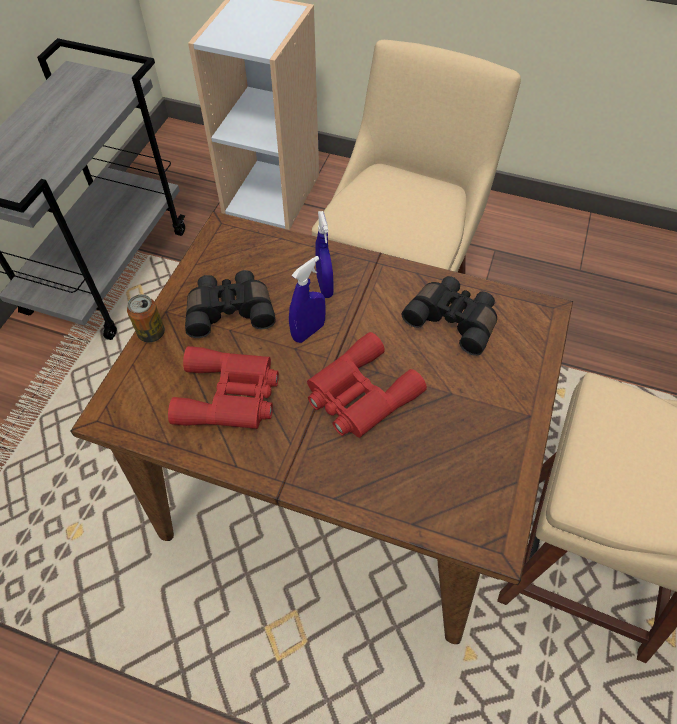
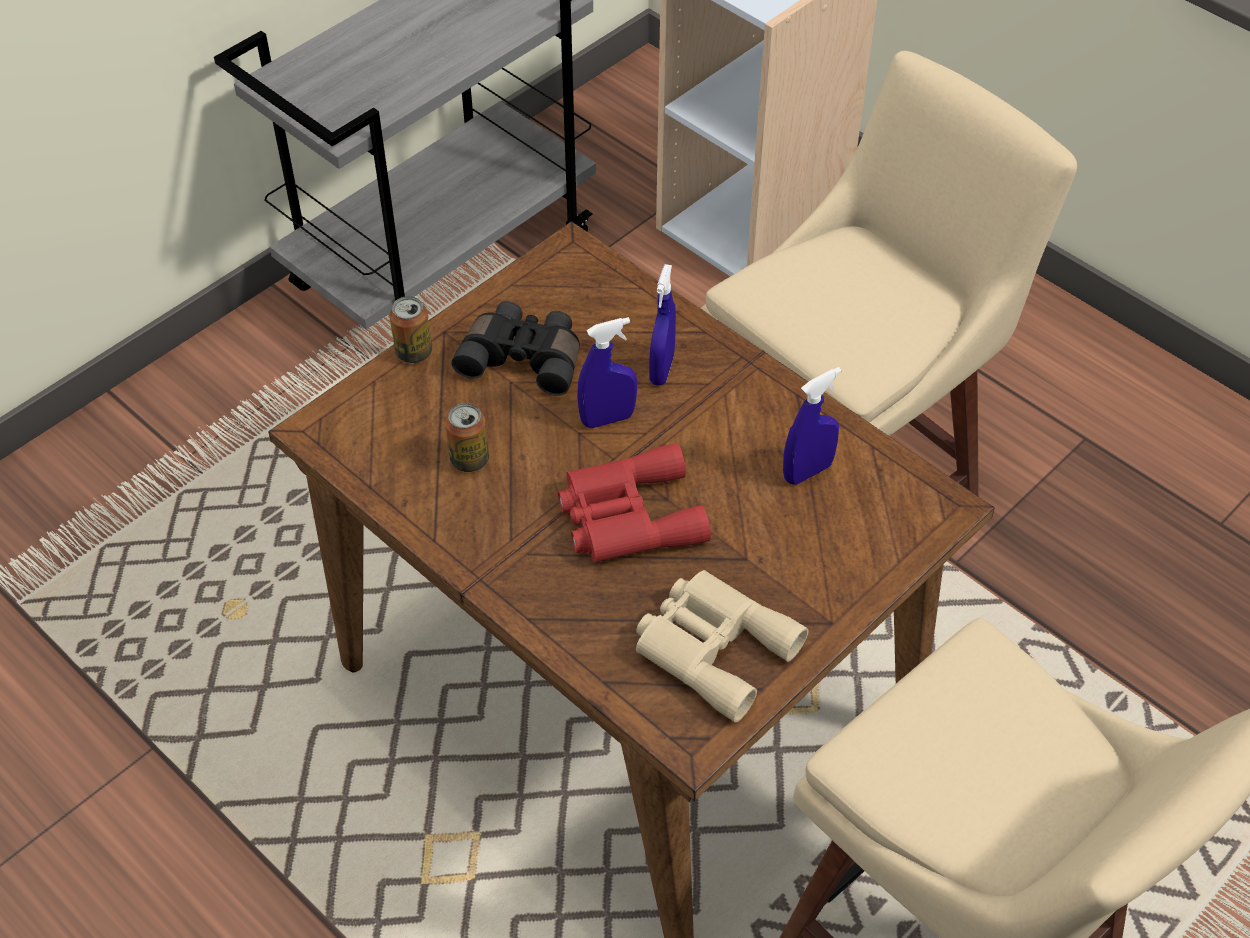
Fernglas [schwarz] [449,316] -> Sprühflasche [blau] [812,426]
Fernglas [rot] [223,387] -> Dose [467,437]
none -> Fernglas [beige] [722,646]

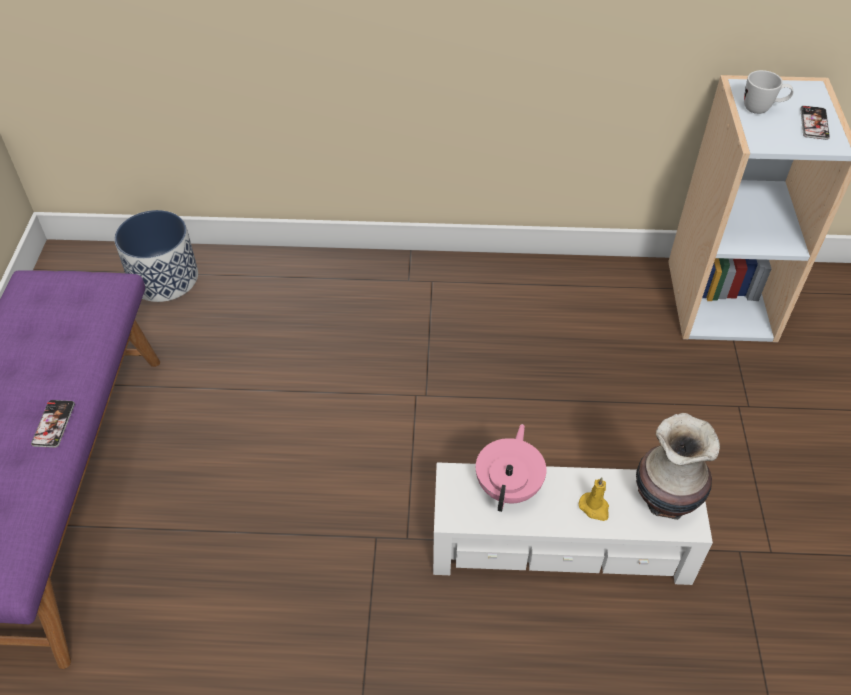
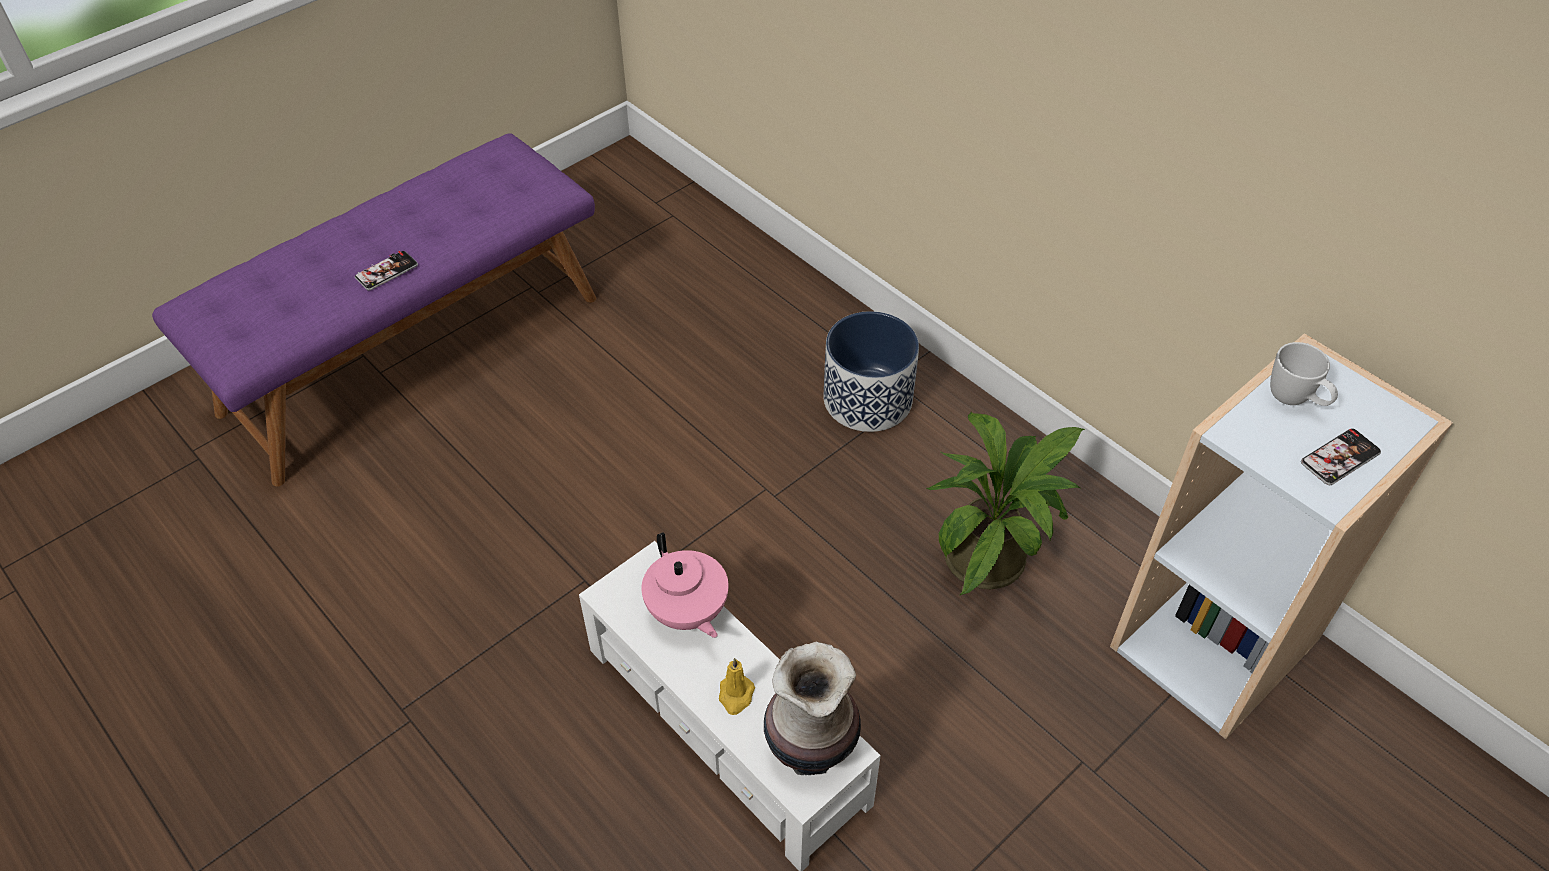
Pflanzkübel [156,256] -> Pflanzkübel [871,371], move
Teekanne [rosa] [511,468] -> Teekanne [rosa] [685,585], 90 degrees clockwise
none -> Topfpflanze [1005,503]

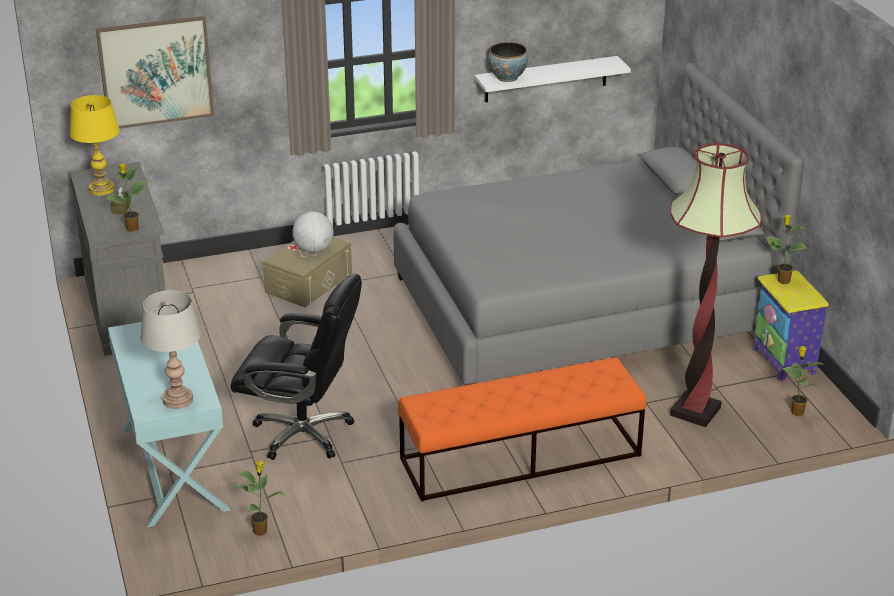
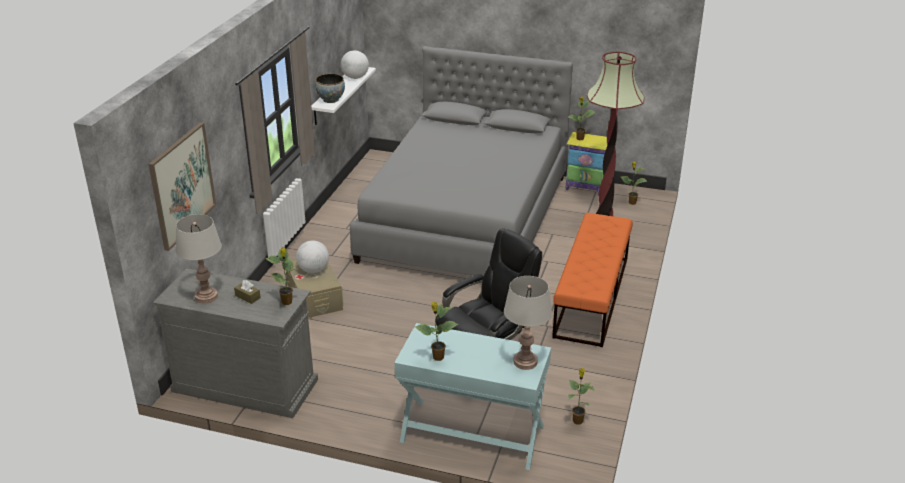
Tischlampe [gelb] [95,145] -> Tischlampe [grau] [199,259]
none -> Globus [355,64]
none -> Topfpflanze [436,331]

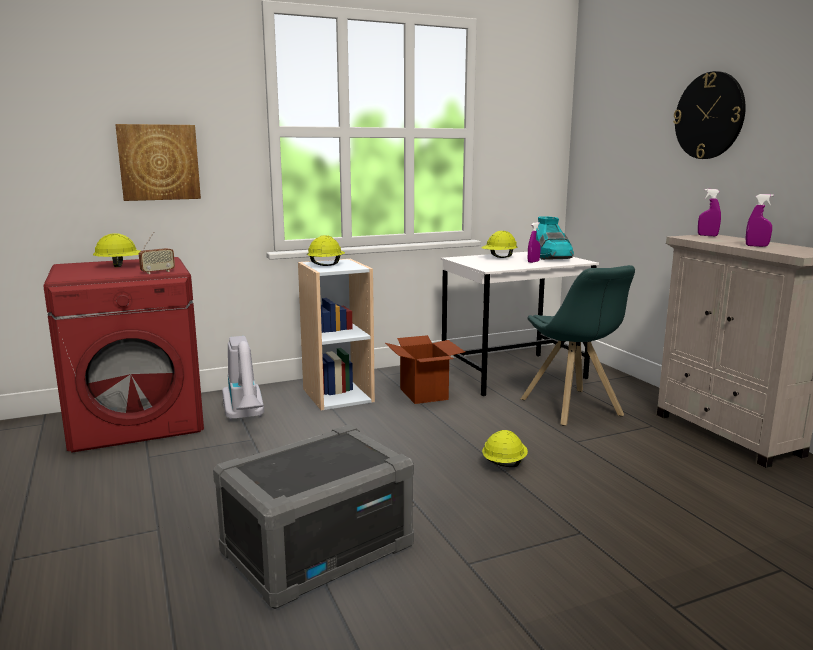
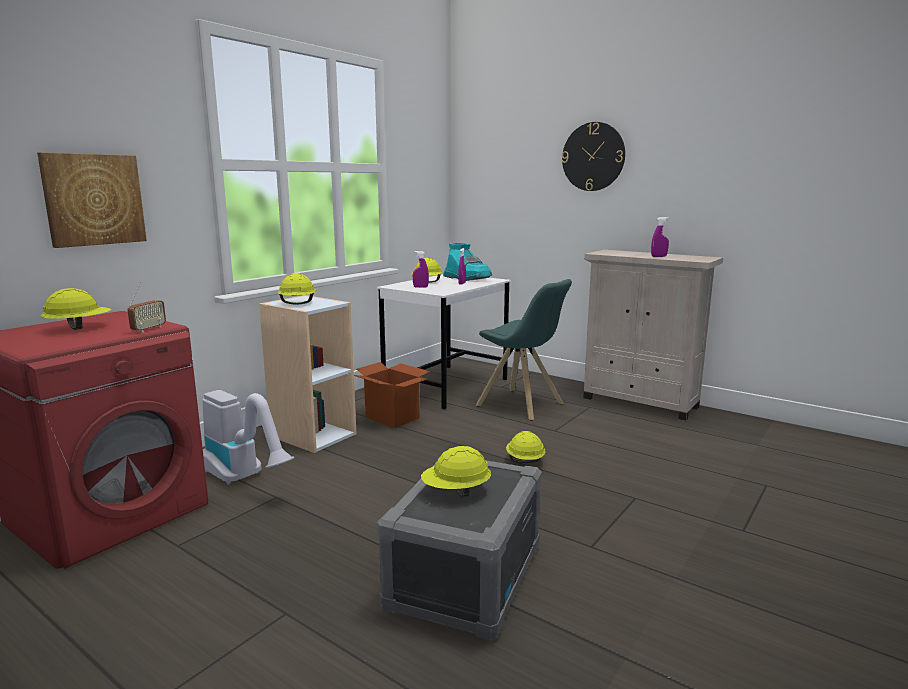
Sprühflasche [lila] [709,212] -> Sprühflasche [lila] [421,269], move
none -> Schutzhelm [gelb] [456,471]

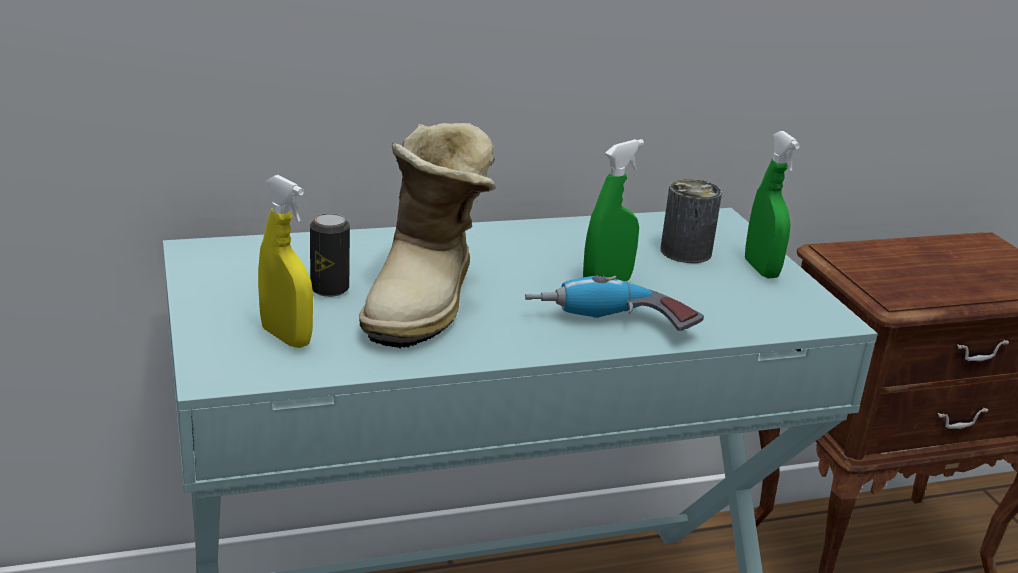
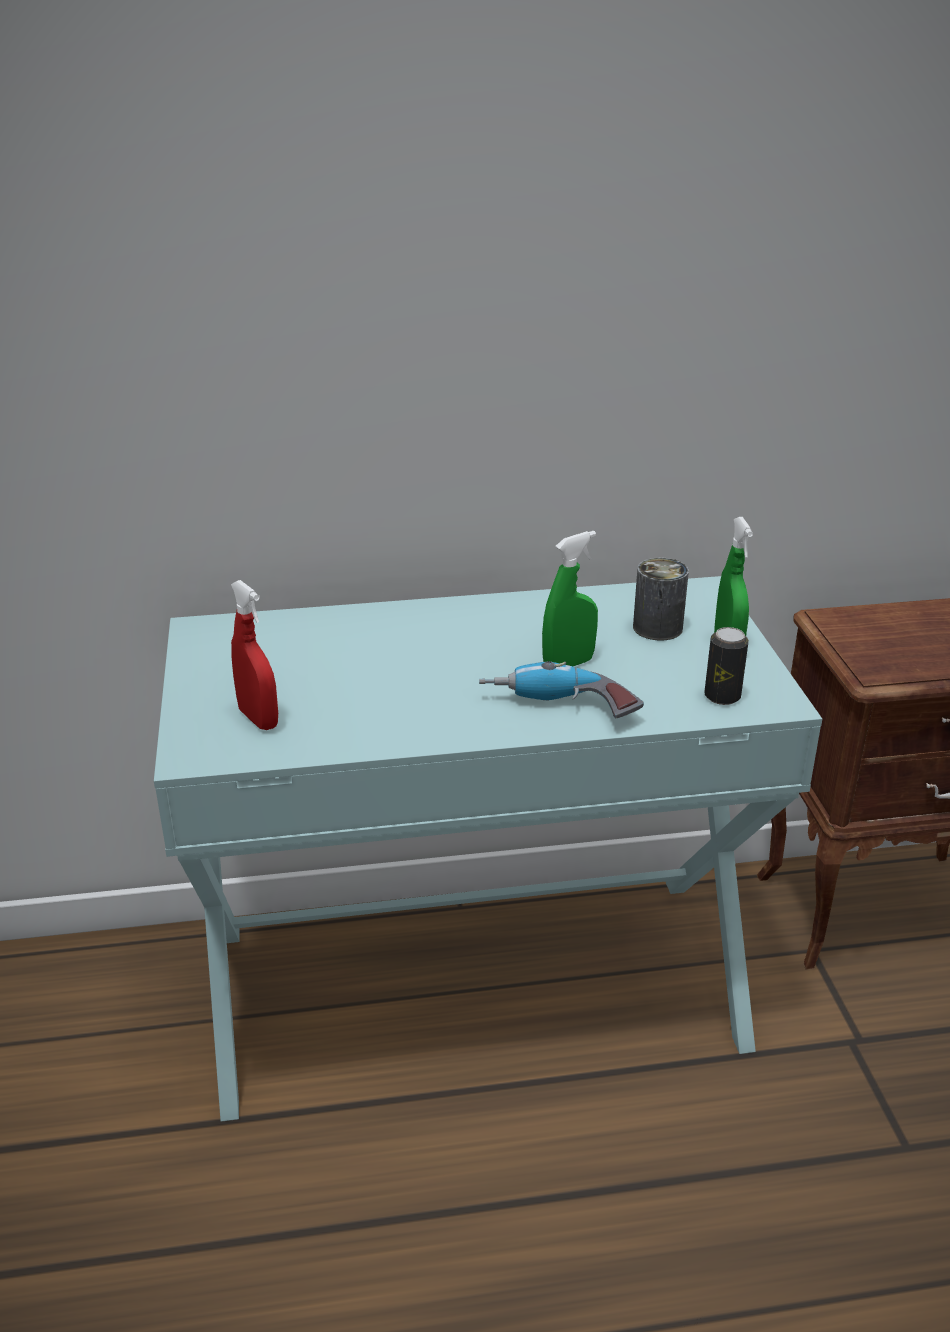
Stiefel [427,235] -> none
Sprühflasche [gelb] [285,261] -> Sprühflasche [rot] [254,655]
Dose [330,255] -> Dose [726,666], move

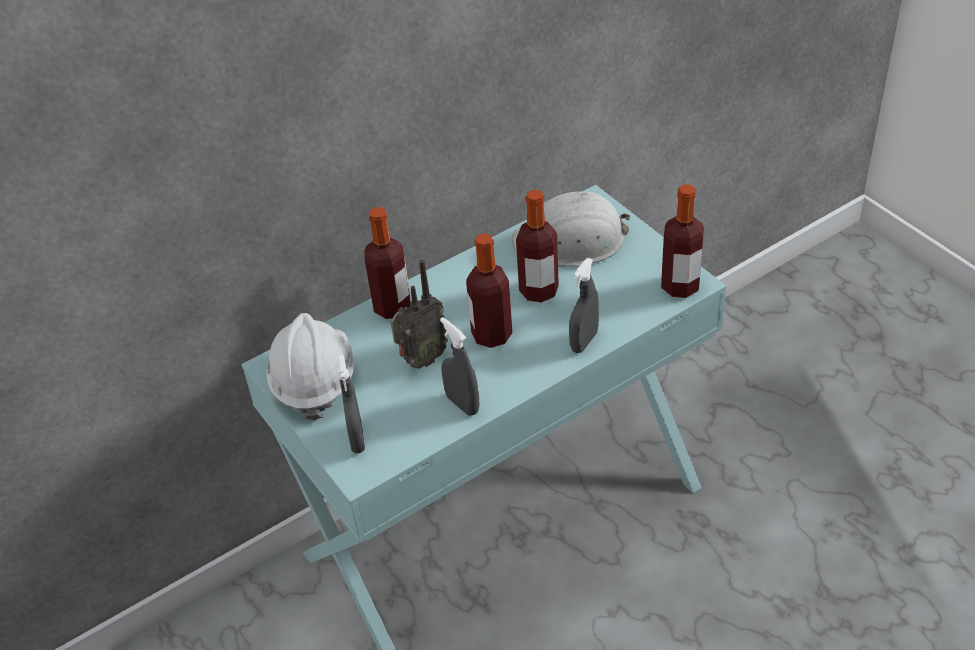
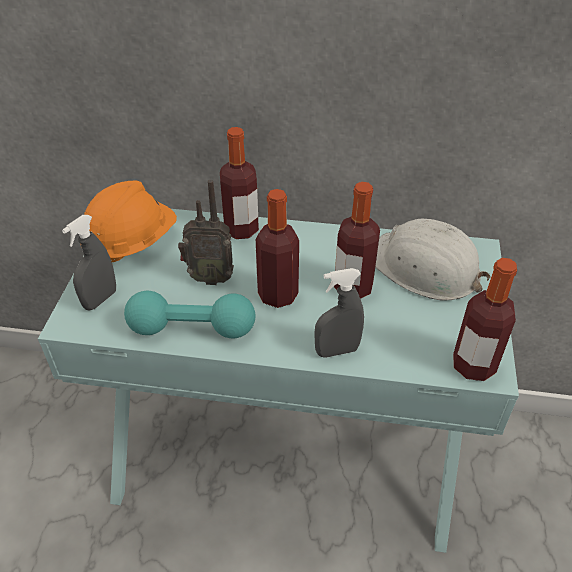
Schutzhelm [weiß] [310,366] -> Schutzhelm [orange] [128,223]
Sprühflasche [grau] [460,366] -> Hantel [türkis] [189,314]

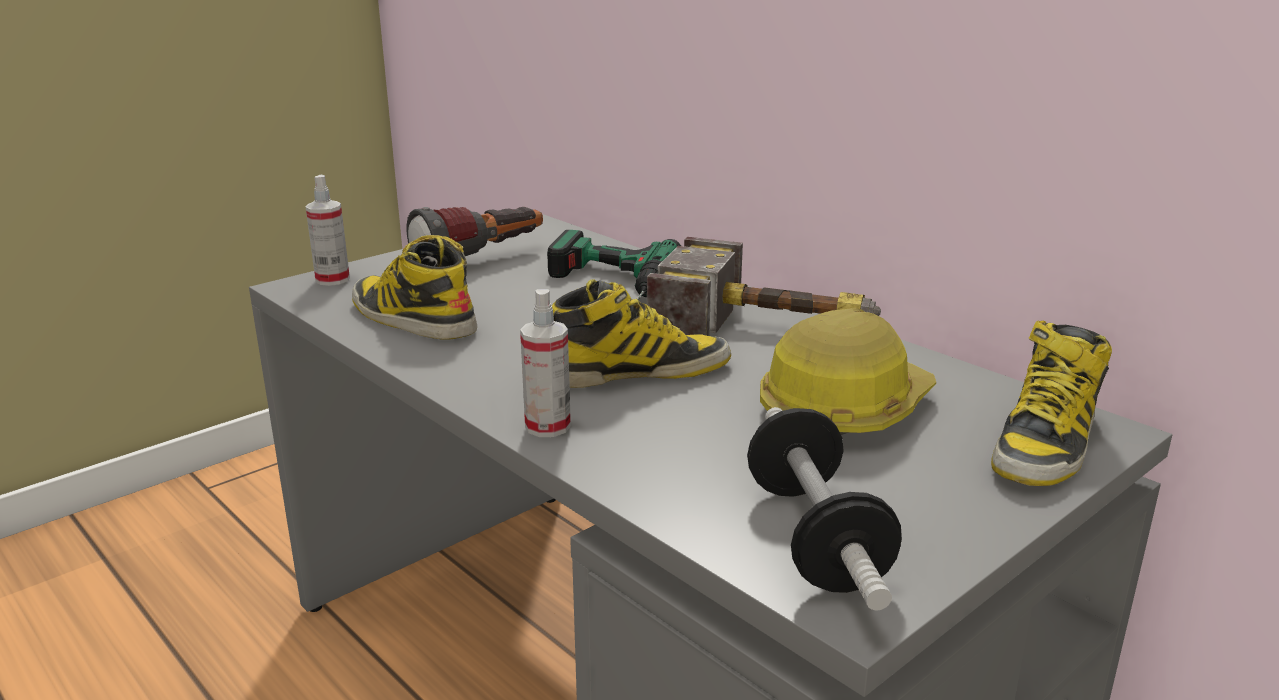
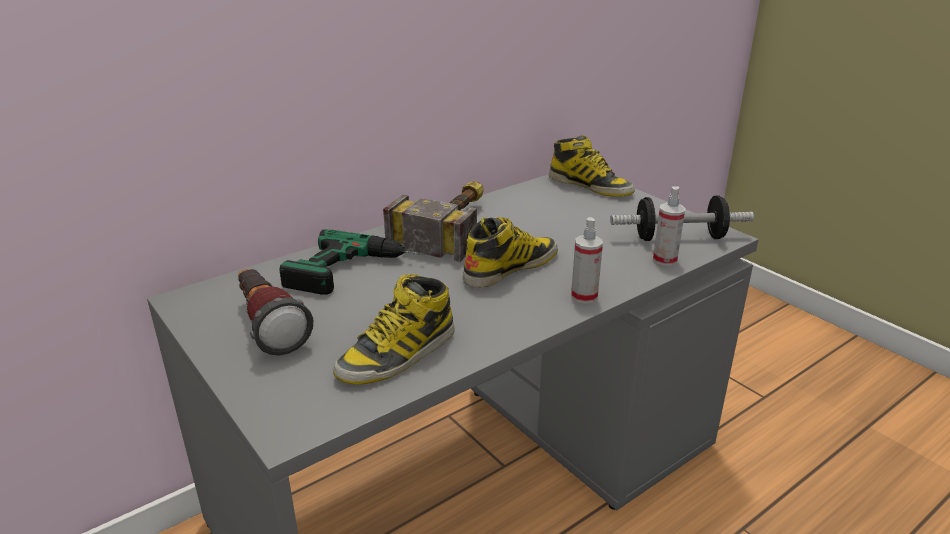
Sprühflasche [328,230] -> Sprühflasche [669,226], move
Stiefel [641,333] -> Stiefel [510,252], 60 degrees clockwise
Schutzhelm [848,371] -> none

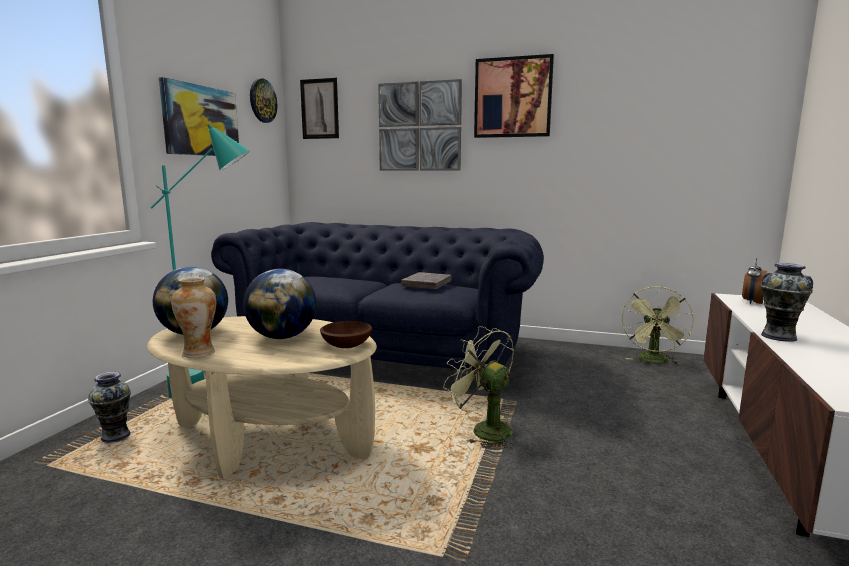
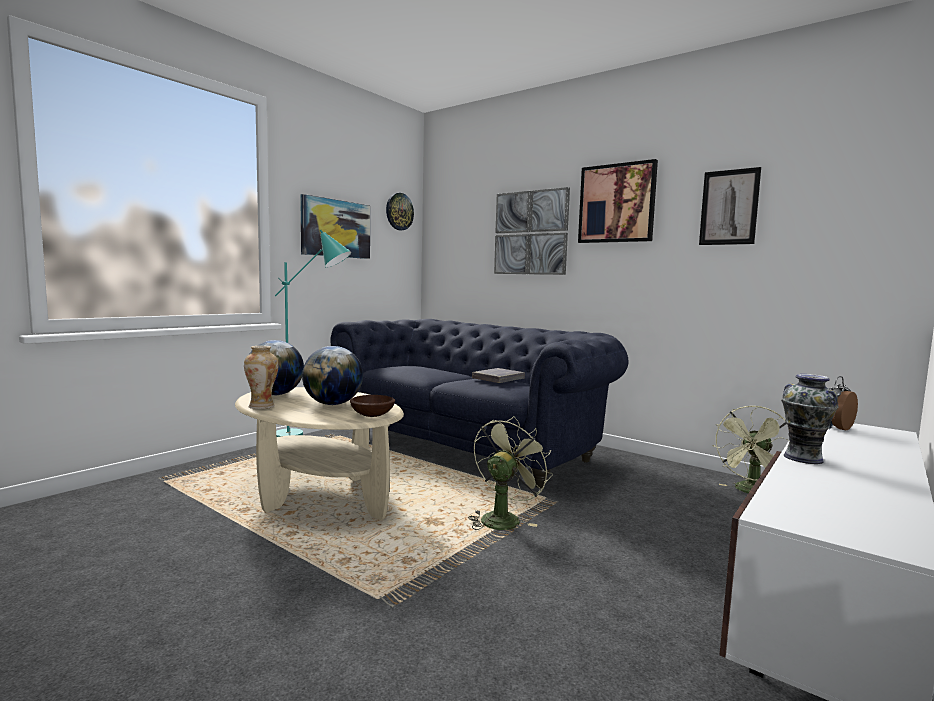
Bild [319,108] -> Bild [730,206], move
Ventilator [grün] [478,387] -> Ventilator [grün] [510,473], 60 degrees clockwise
Vase [109,407] -> none

